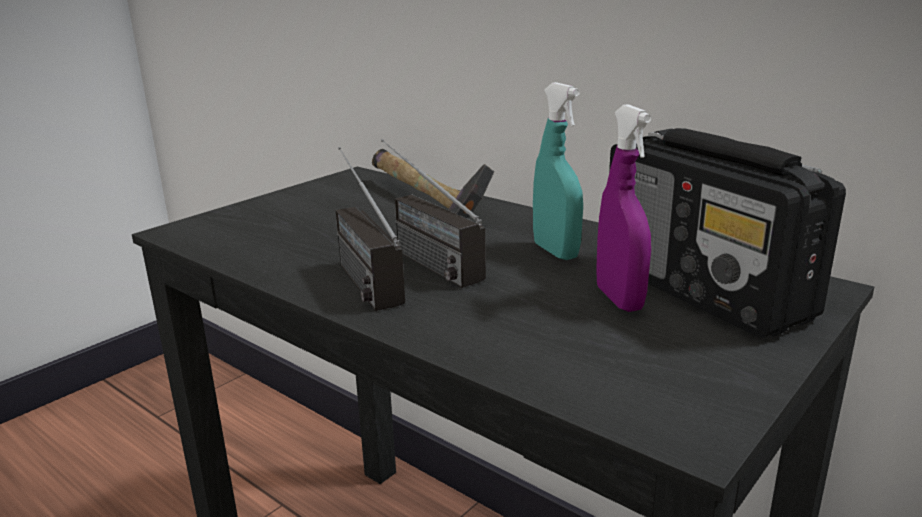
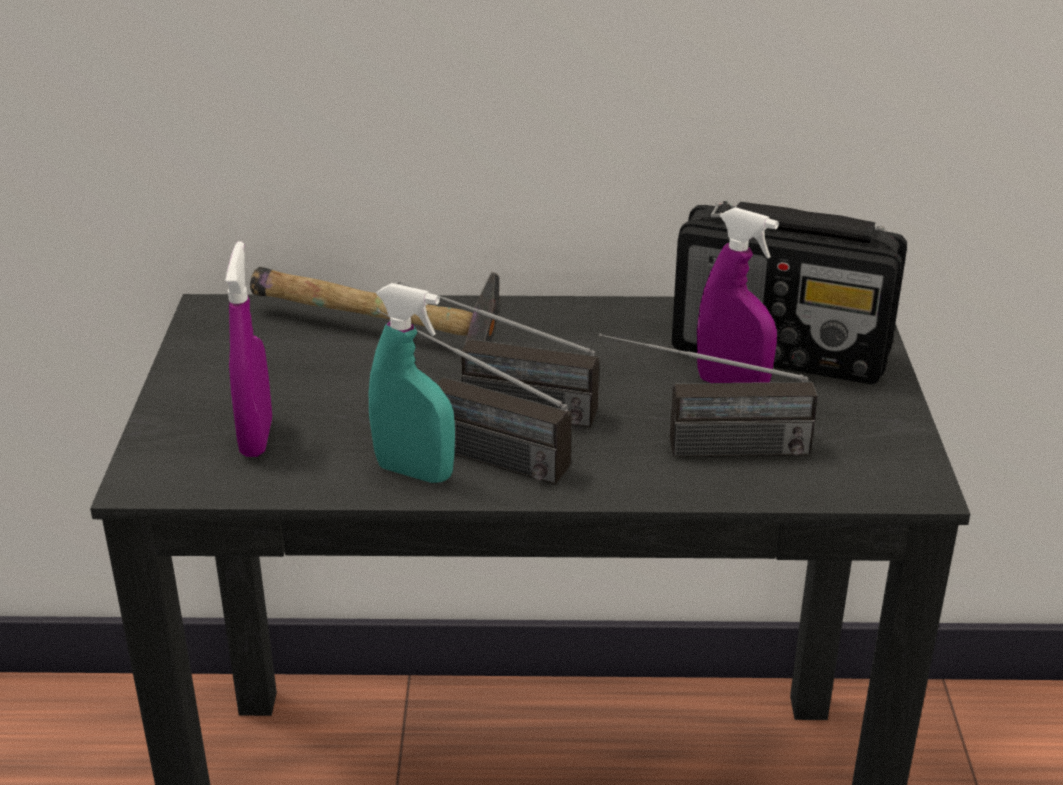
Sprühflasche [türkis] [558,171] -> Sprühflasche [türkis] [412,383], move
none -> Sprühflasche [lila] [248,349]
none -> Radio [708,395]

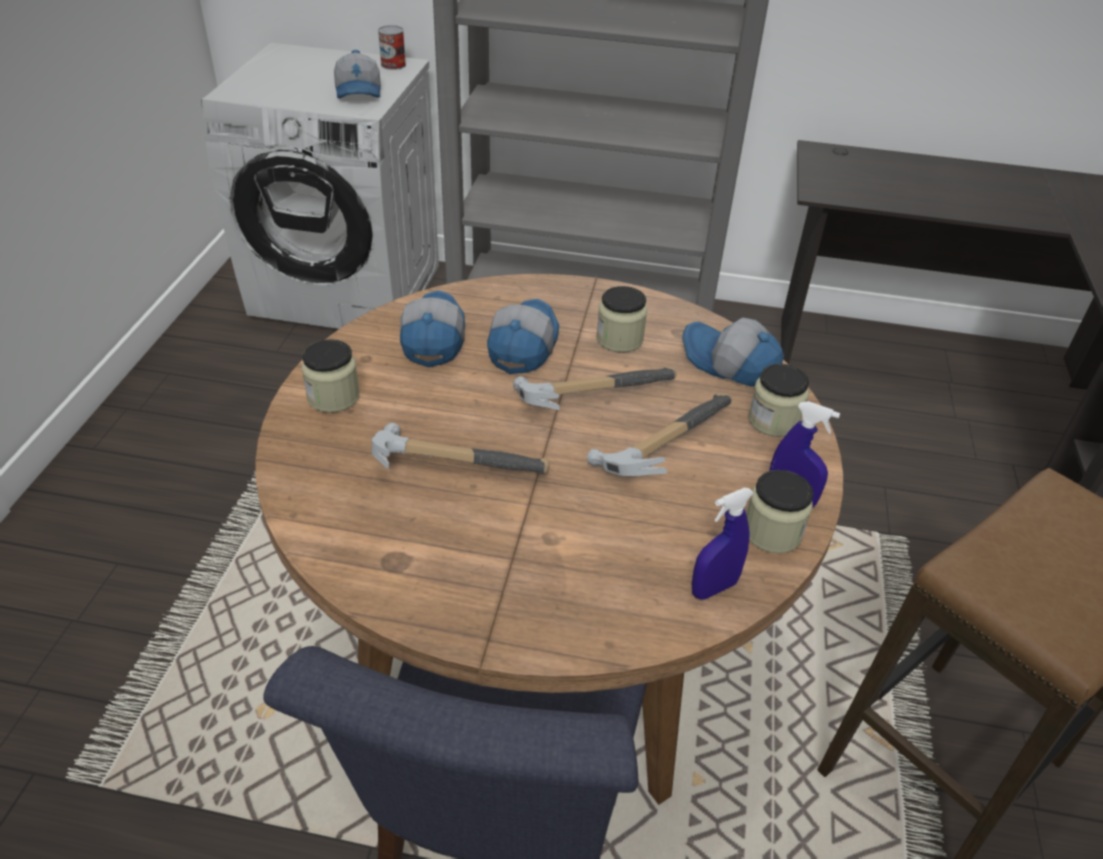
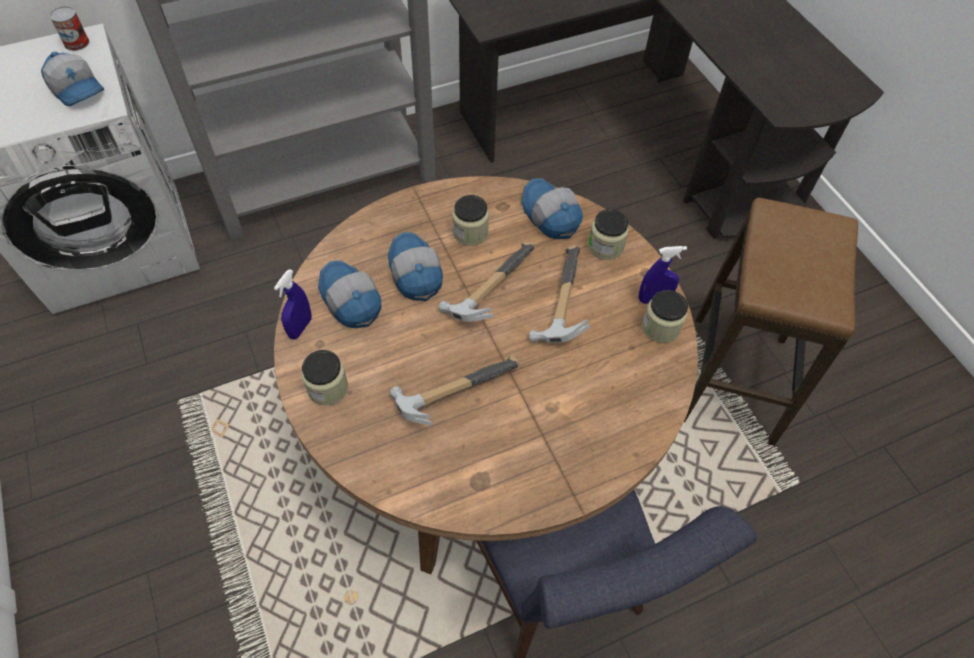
Kappe [733,352] -> Kappe [552,208], 60 degrees clockwise
Sprühflasche [blau] [723,544] -> Sprühflasche [blau] [293,304], move

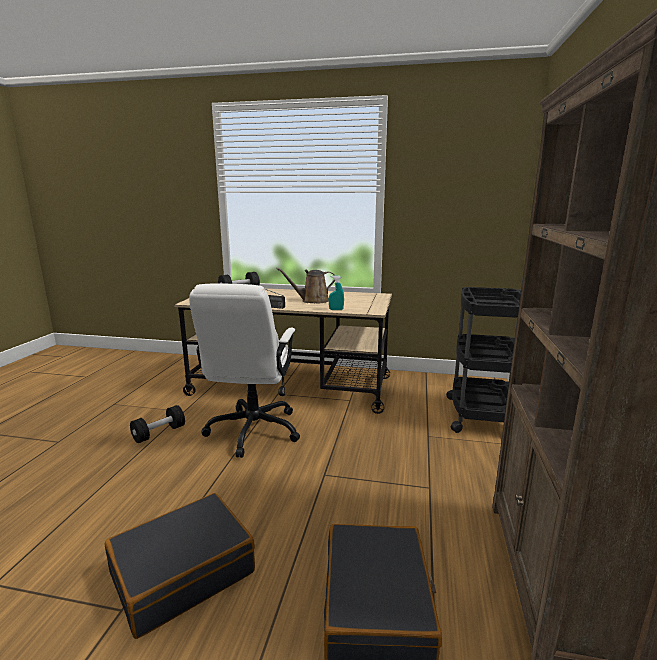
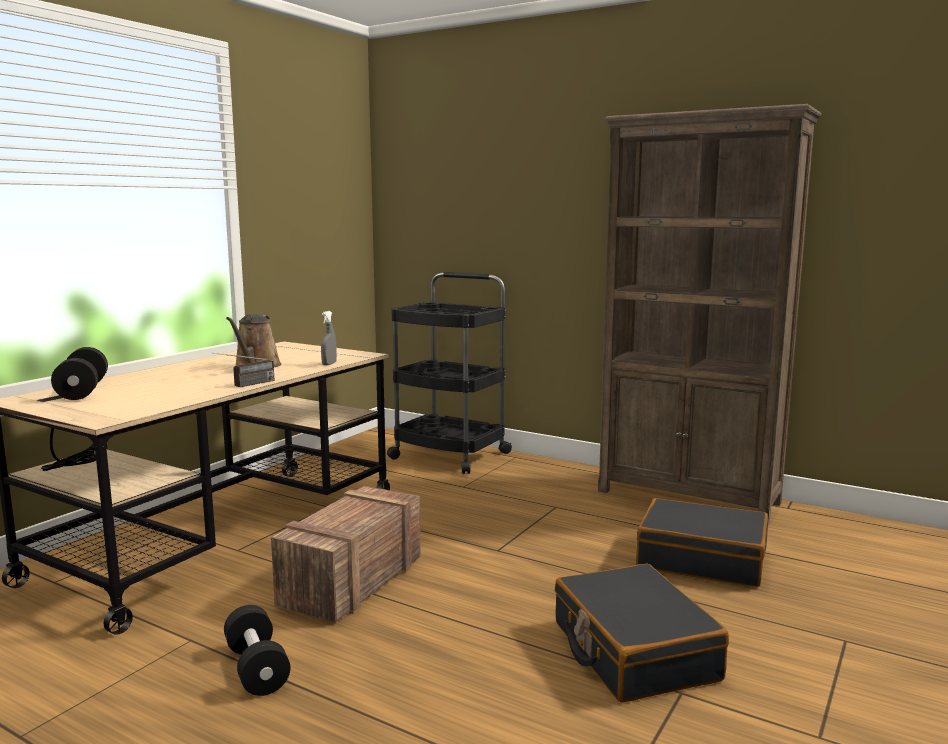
Sprühflasche [türkis] [336,292] -> Sprühflasche [grau] [329,338]
Bürostuhl [weiß] [244,371] -> Kiste [346,554]

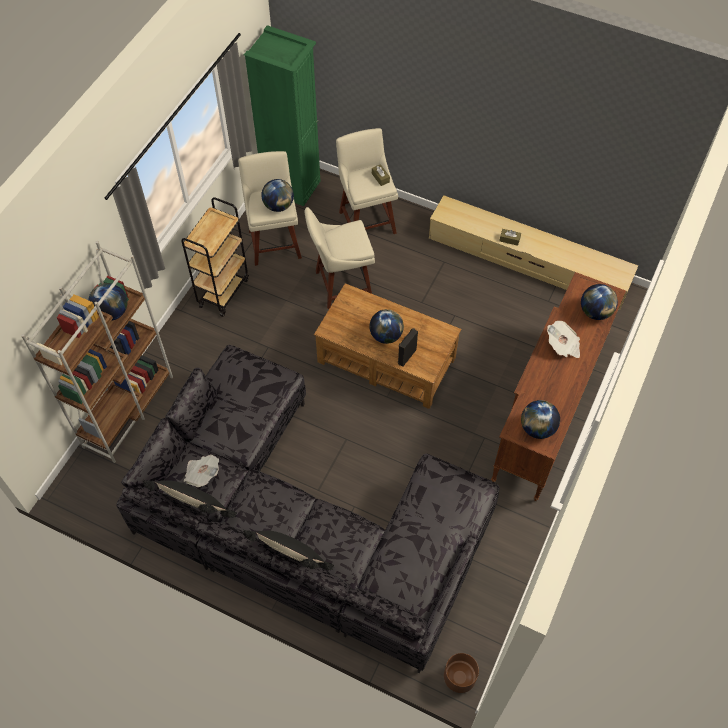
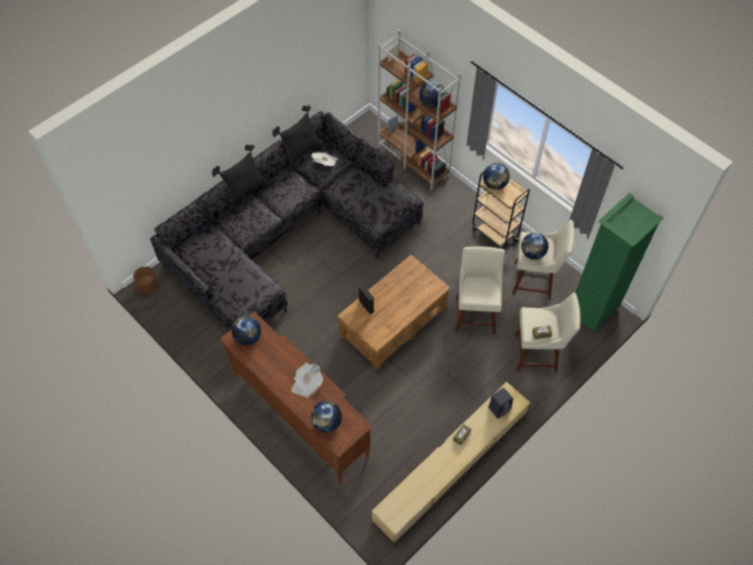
Globus [386,326] -> Globus [496,176], move
none -> Lautsprecher [schwarz] [500,403]

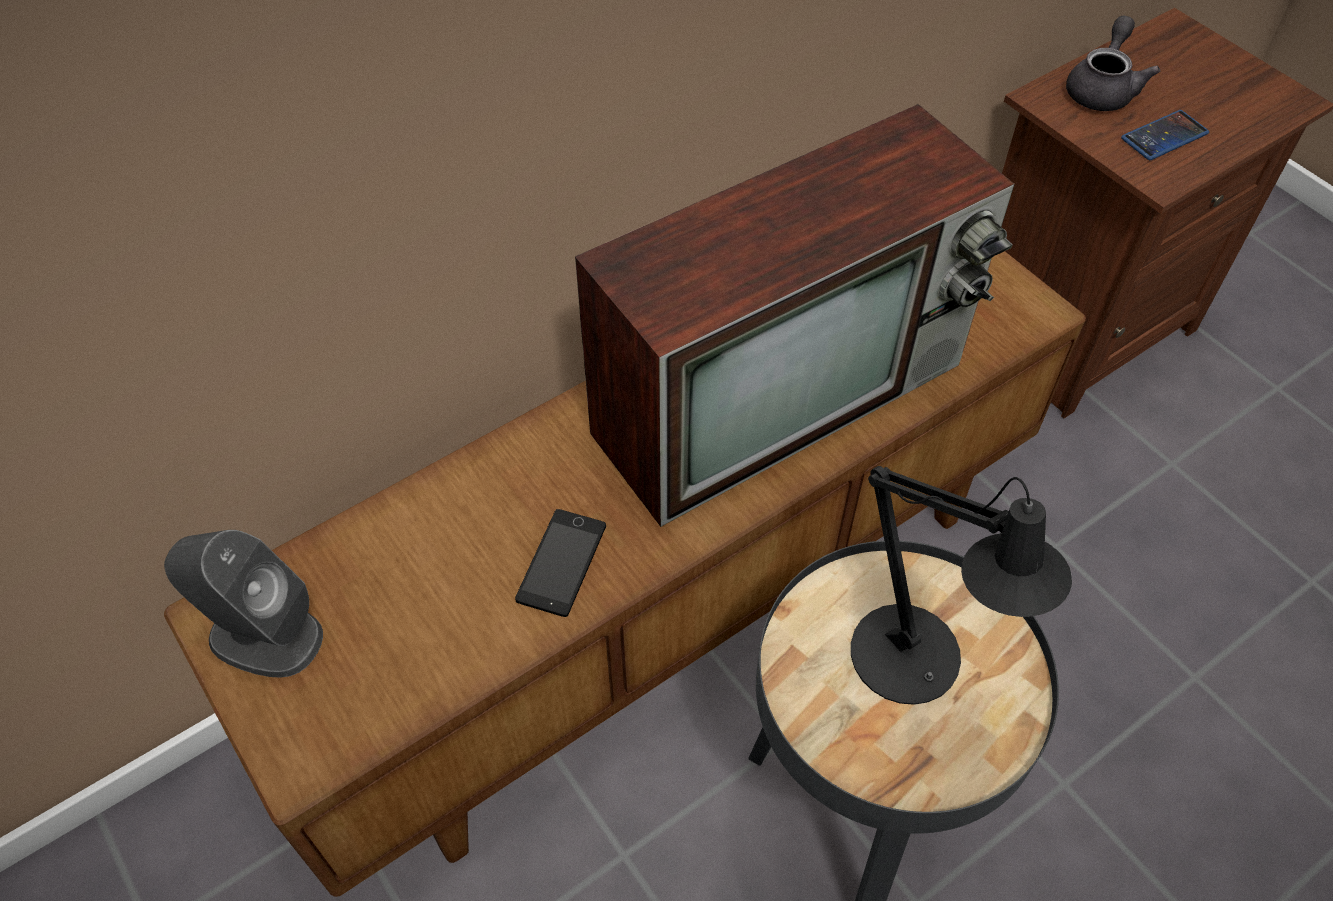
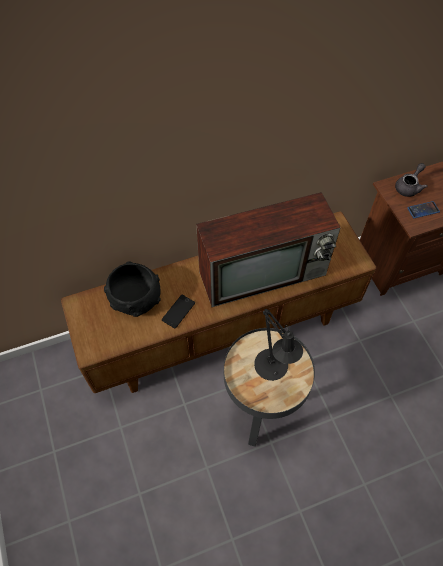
Lautsprecher [grau] [243,604] -> none
none -> Schüssel [schwarz] [132,289]

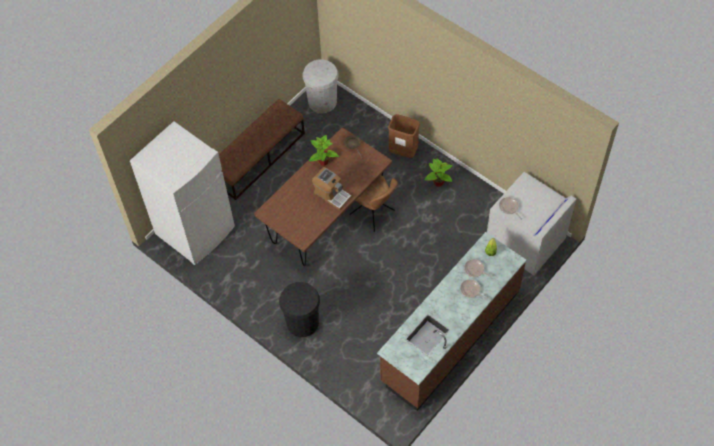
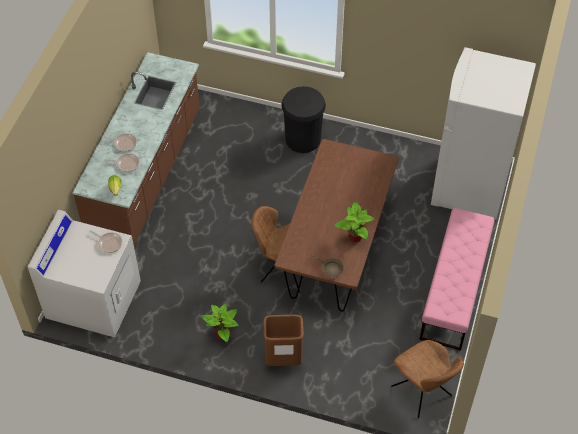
Mülleimer [weiß] [321,86] -> Stuhl [braun] [427,379]
Bank [braun] [262,149] -> Bank [rosa] [457,279]
Kaffeemaschine [332,188] -> none

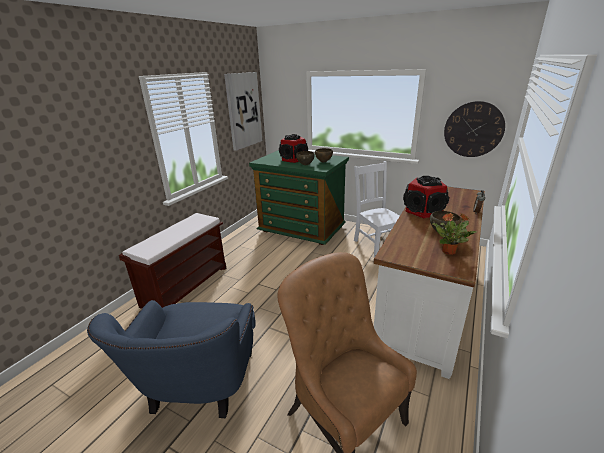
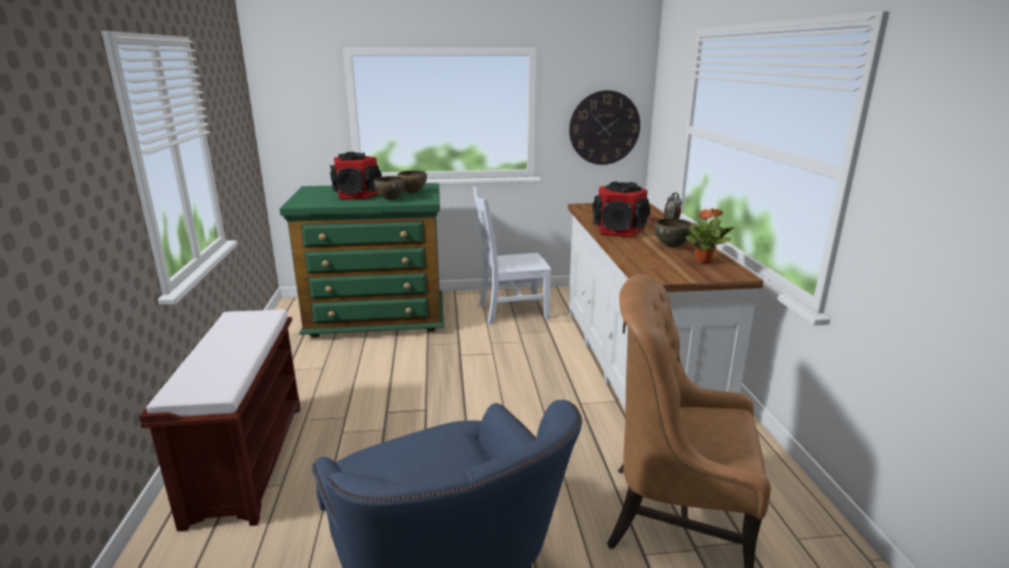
Bild [243,111] -> none
Stuhl [weiß] [377,209] -> Stuhl [weiß] [512,255], 45 degrees counterclockwise

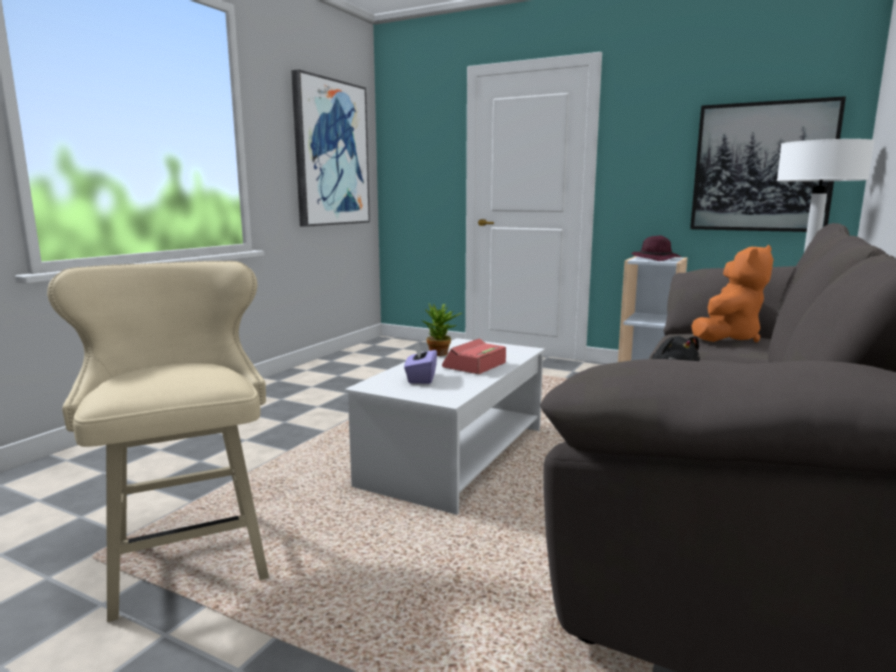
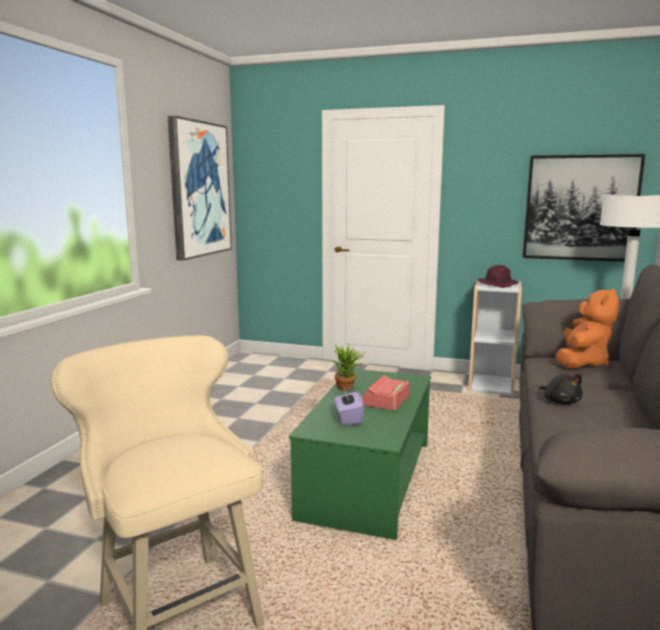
Couchtisch [weiß] [445,426] -> Couchtisch [grün] [360,454]

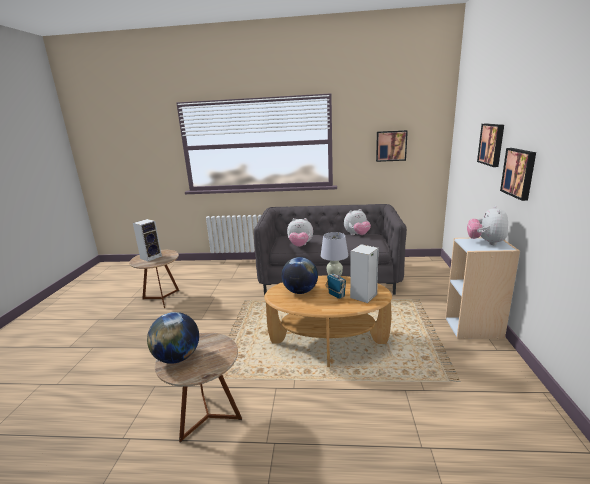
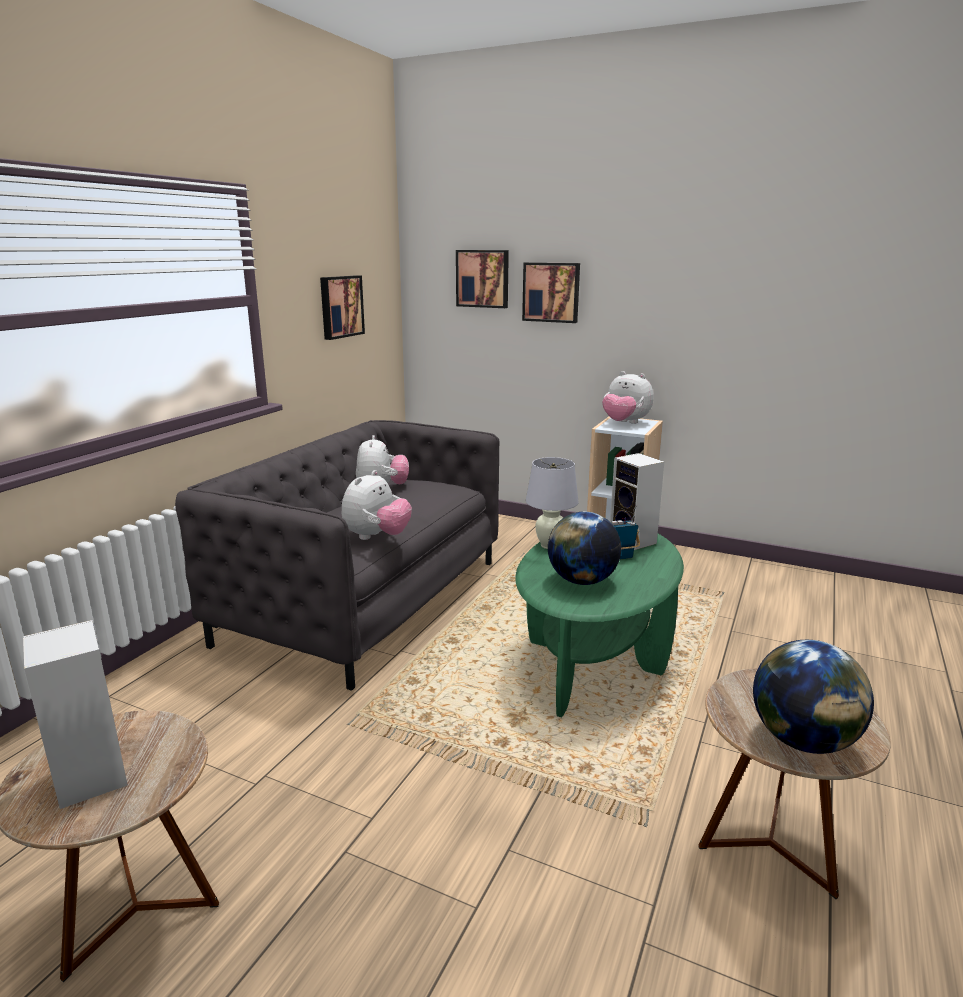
Bild [518,174] -> Bild [482,279], move
Couchtisch [braun] [328,321] -> Couchtisch [grün] [599,625]

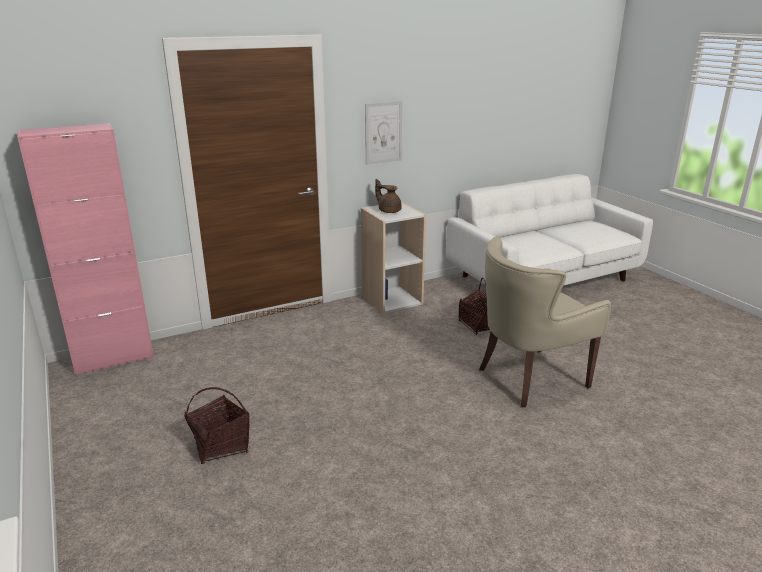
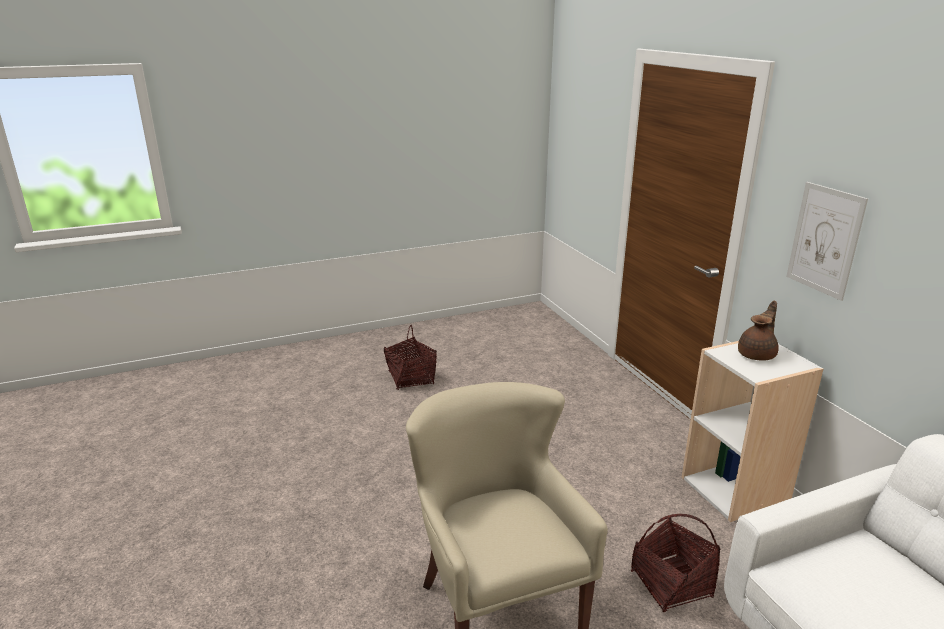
Schrank [rosa] [85,249] -> none

